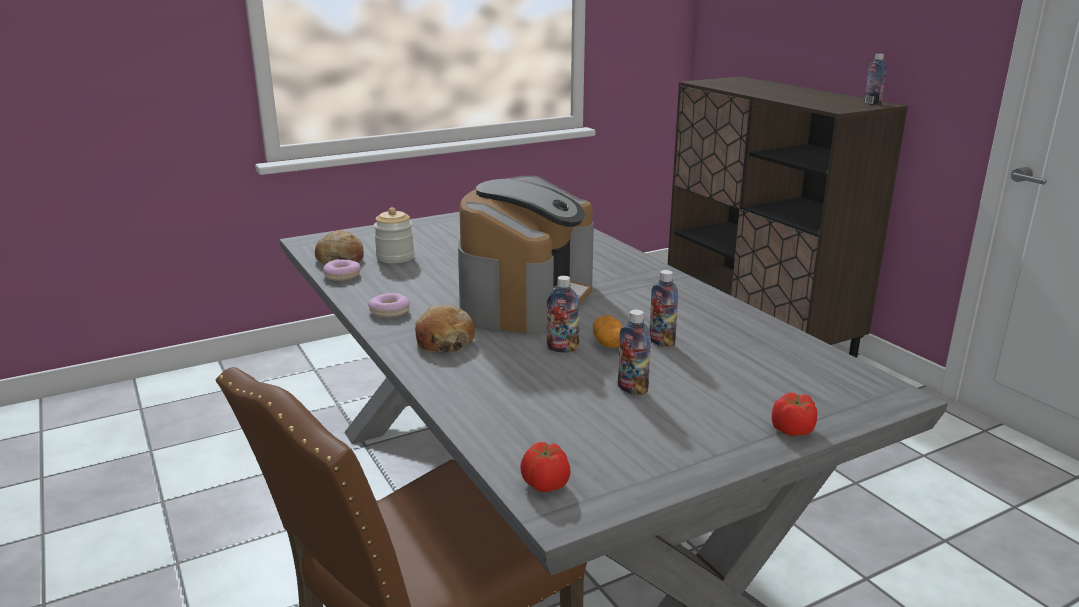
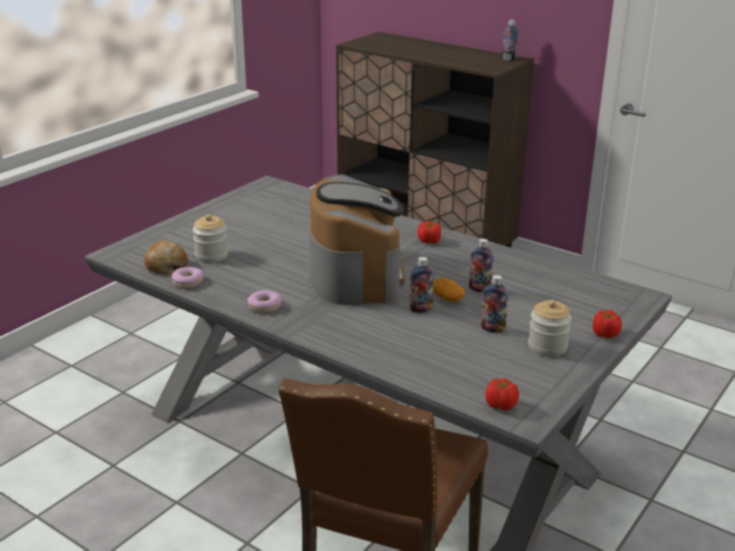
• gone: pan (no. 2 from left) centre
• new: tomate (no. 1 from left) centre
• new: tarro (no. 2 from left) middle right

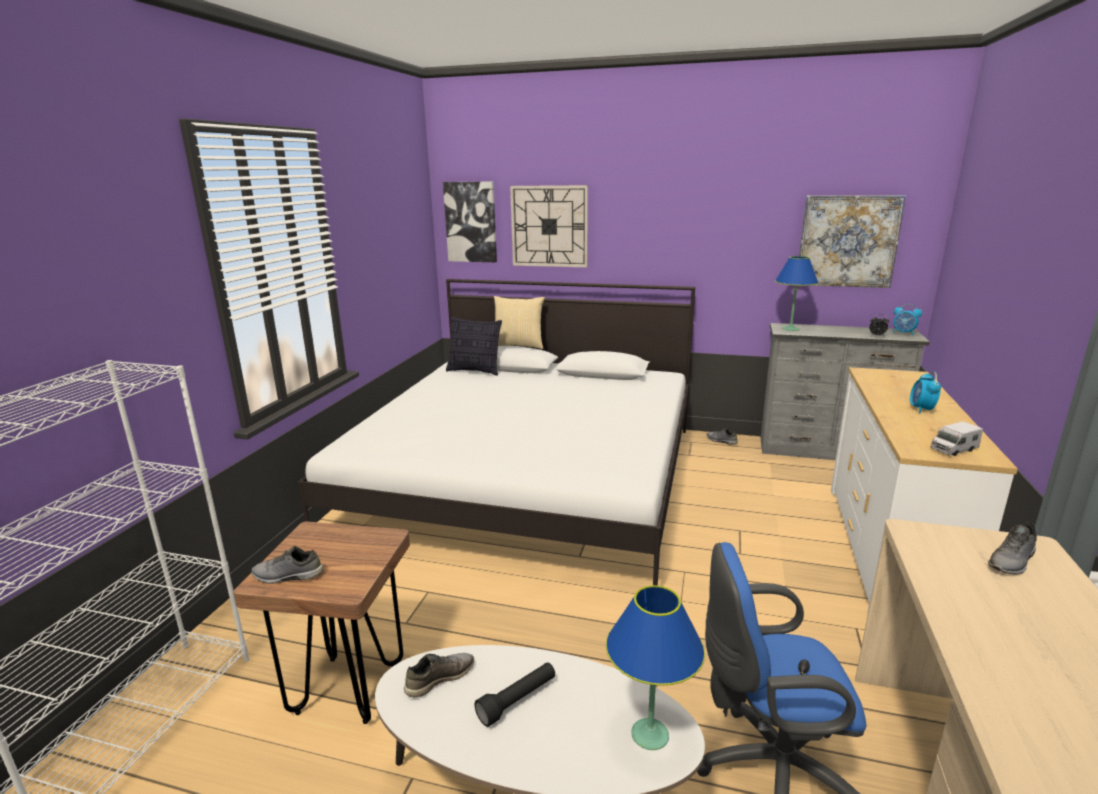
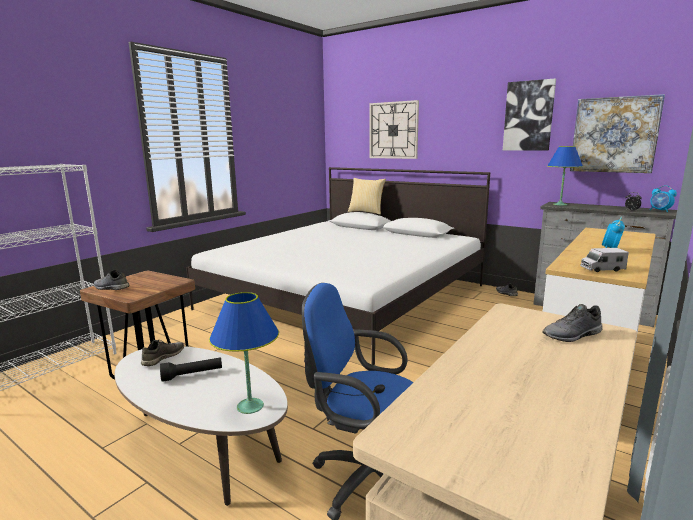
• rotated: zapato/gris (no. 2 from left) bottom centre = bottom left 45 degrees counterclockwise
• shifted: cuadro (no. 1 from left) top centre to top right
• gone: cojín (no. 1 from left) centre

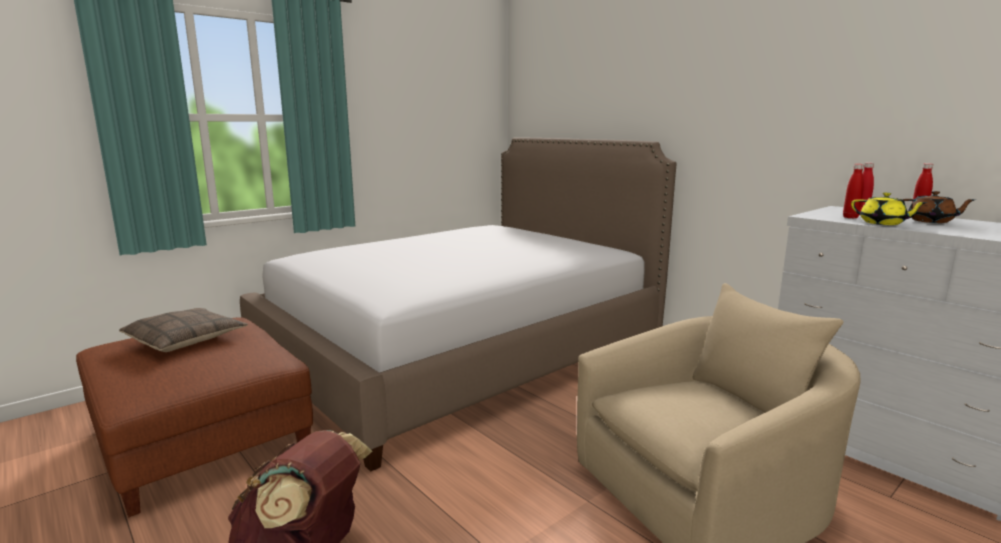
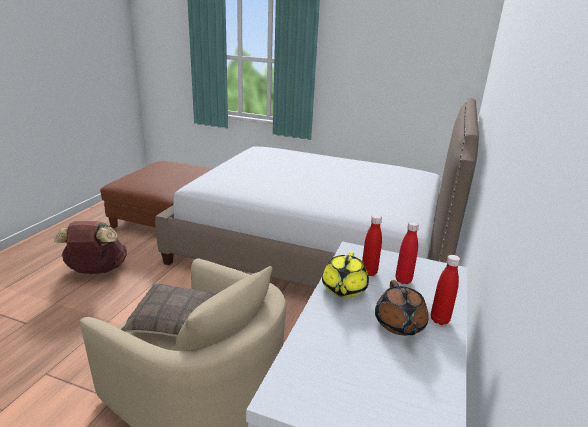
• shifted: cojín middle left to bottom left

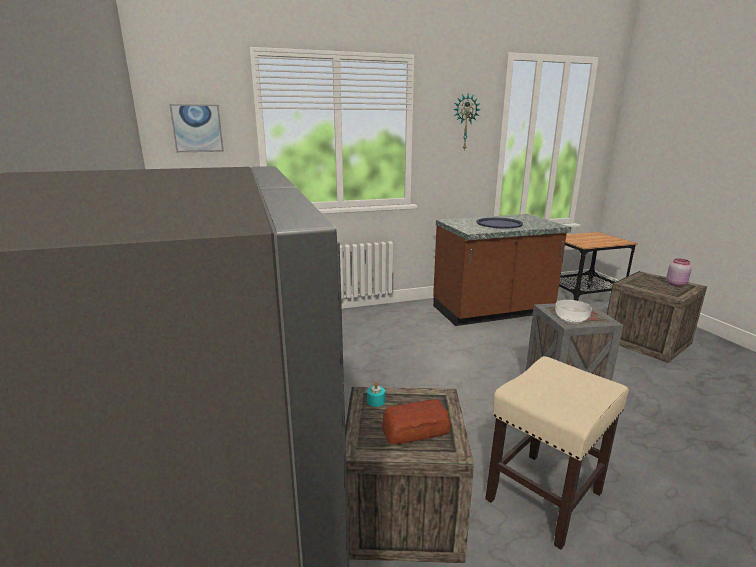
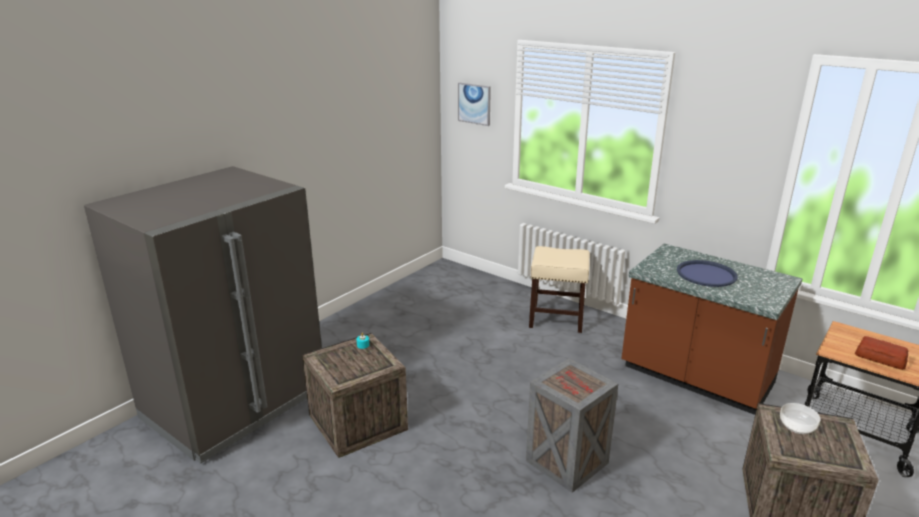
• shifted: pan bottom centre to bottom right
• gone: reloj de pared top centre
• shifted: taburete/beis bottom right to centre
• shifted: cuenco middle right to bottom right
• gone: tarro/rosa middle right

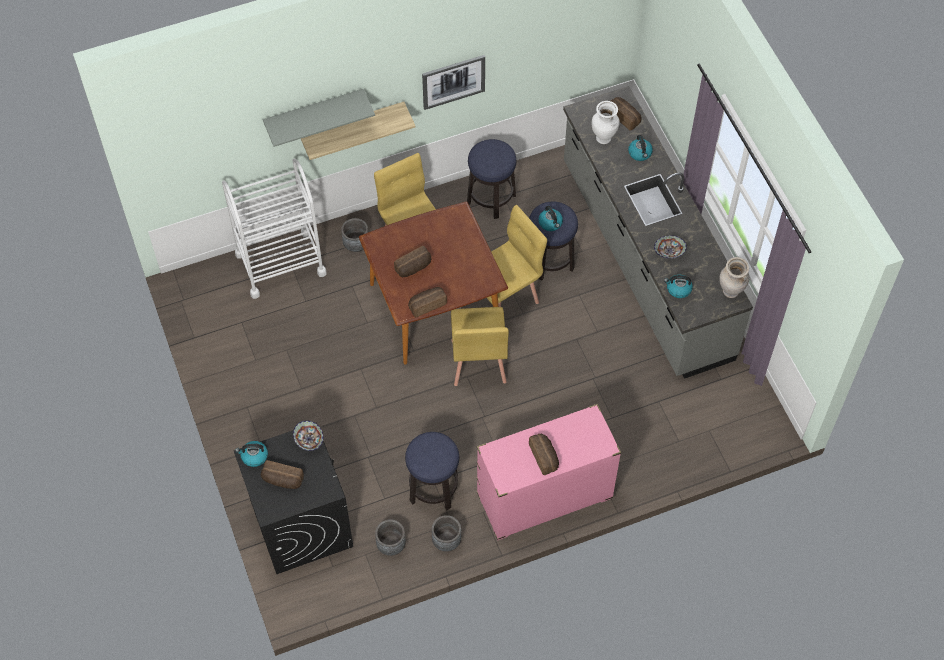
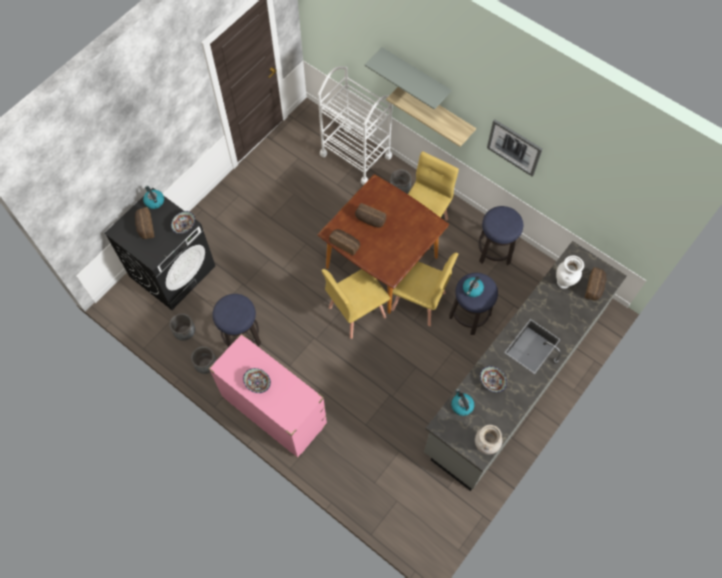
• swapped: pan (no. 4 from left) bottom centre to cuenco (no. 2 from left) centre
• gone: hervidor (no. 3 from left) top right

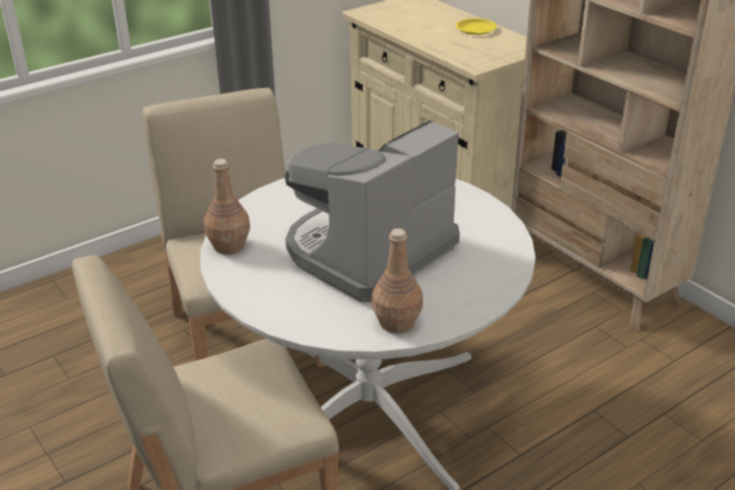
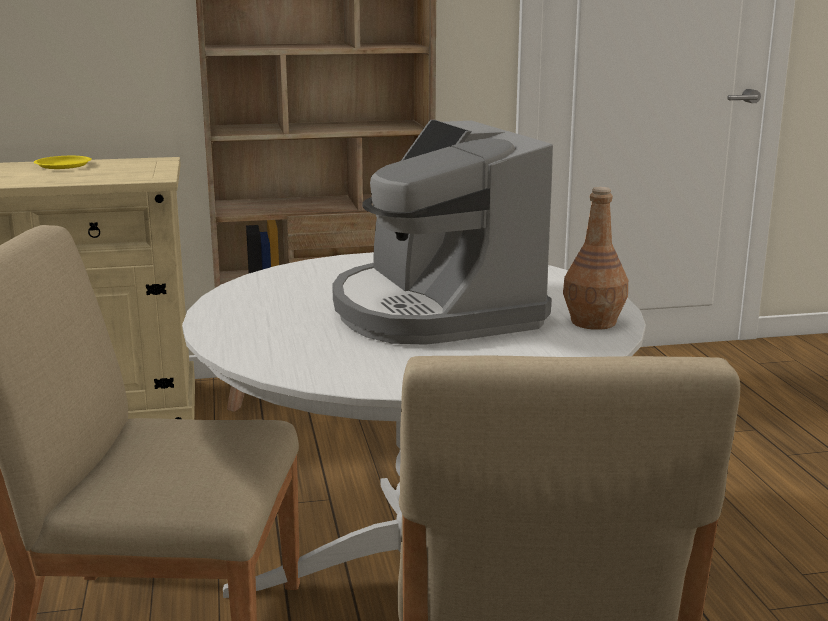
• gone: botella/marrón (no. 1 from left) middle left

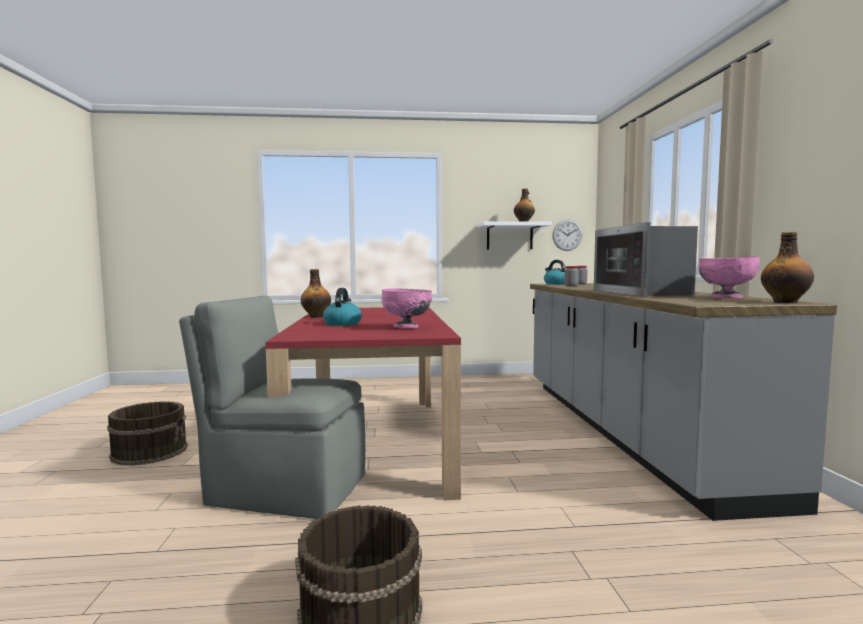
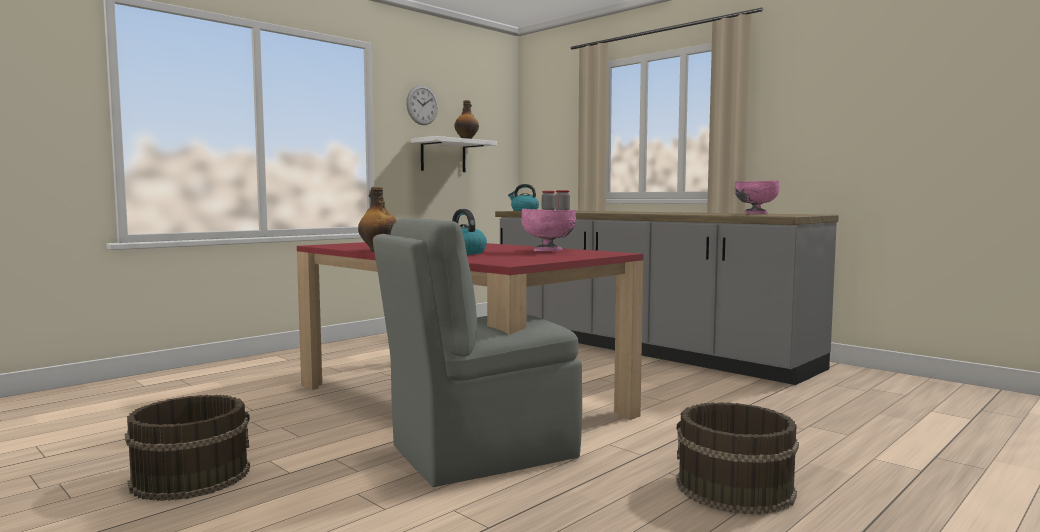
• shifted: reloj de pared centre to top centre
• gone: microondas middle right
• gone: botella (no. 3 from left) middle right

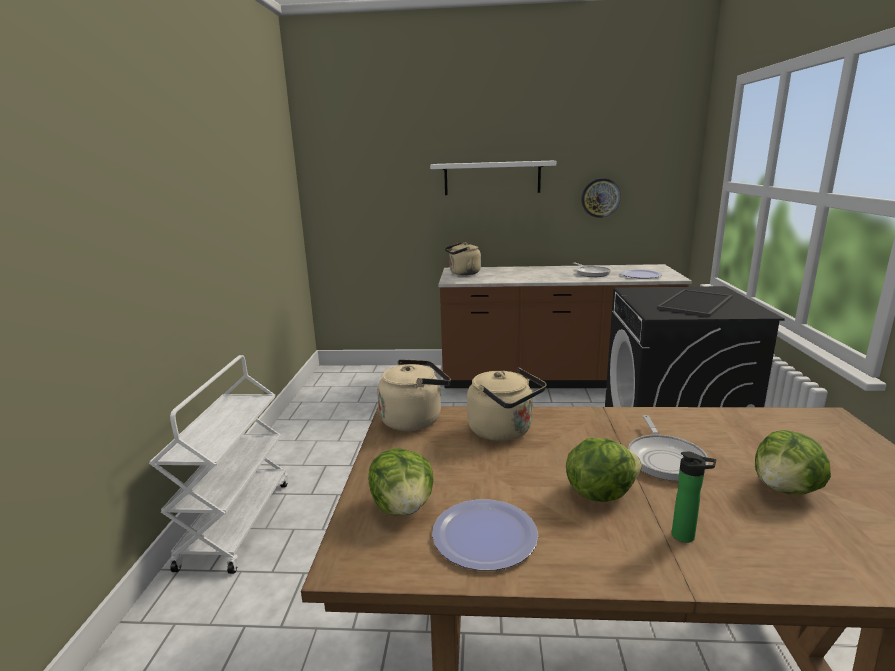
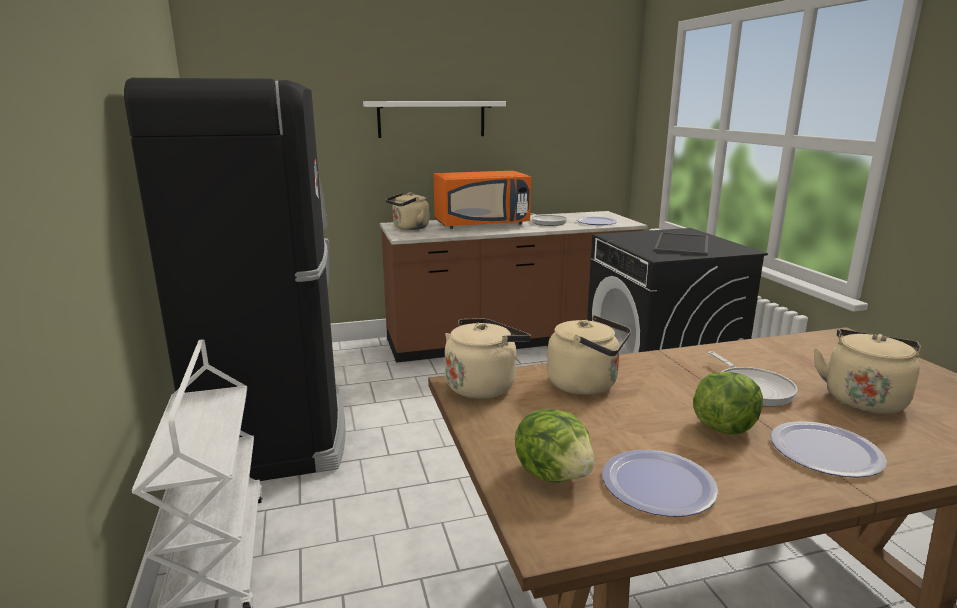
• gone: reloj de pared top right
• swapped: botella bottom right to plato (no. 3 from left) bottom right
• swapped: lechuga (no. 3 from left) bottom right to hervidor/beis (no. 4 from left) middle right
• new: nevera/negro middle left
• new: microondas/naranja top centre

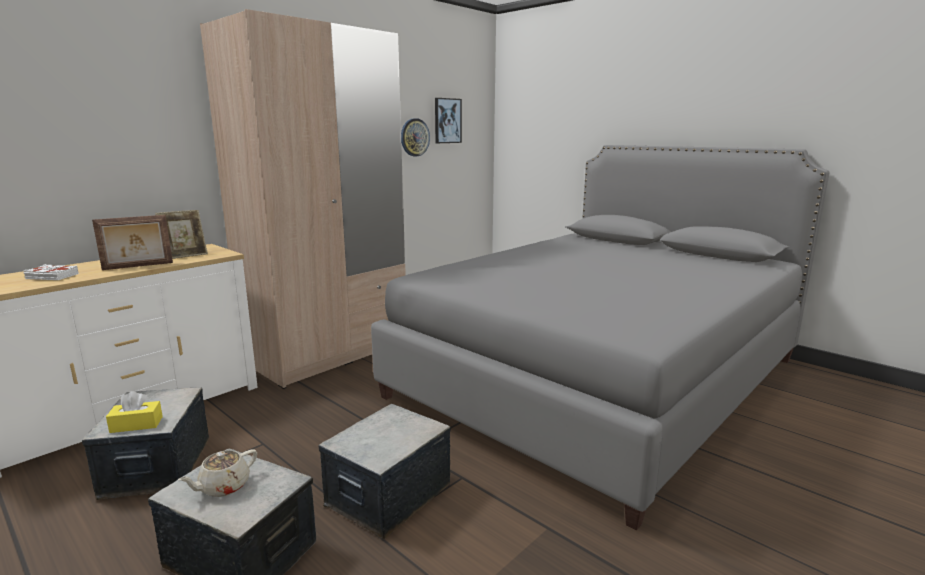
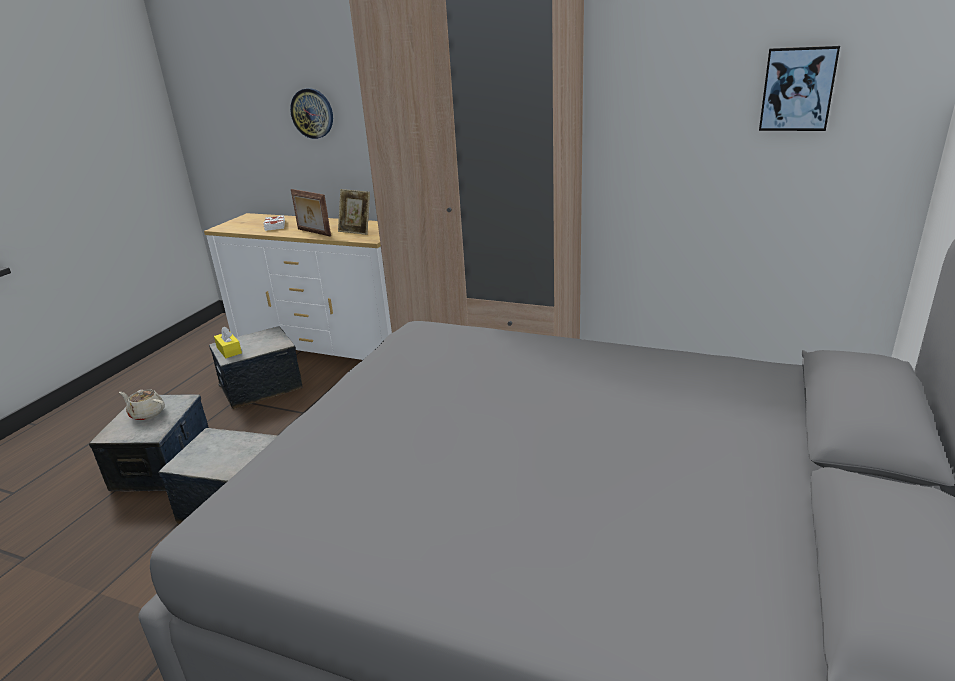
• shifted: reloj de pared top centre to top left

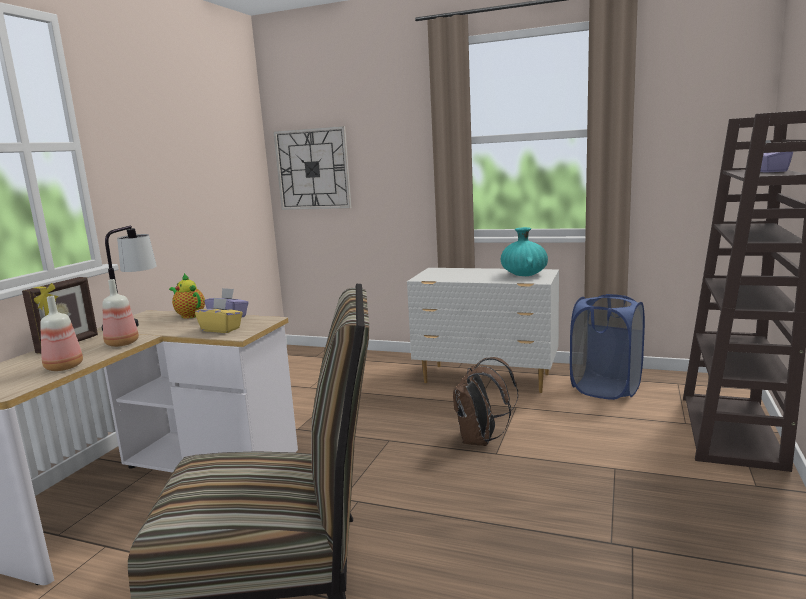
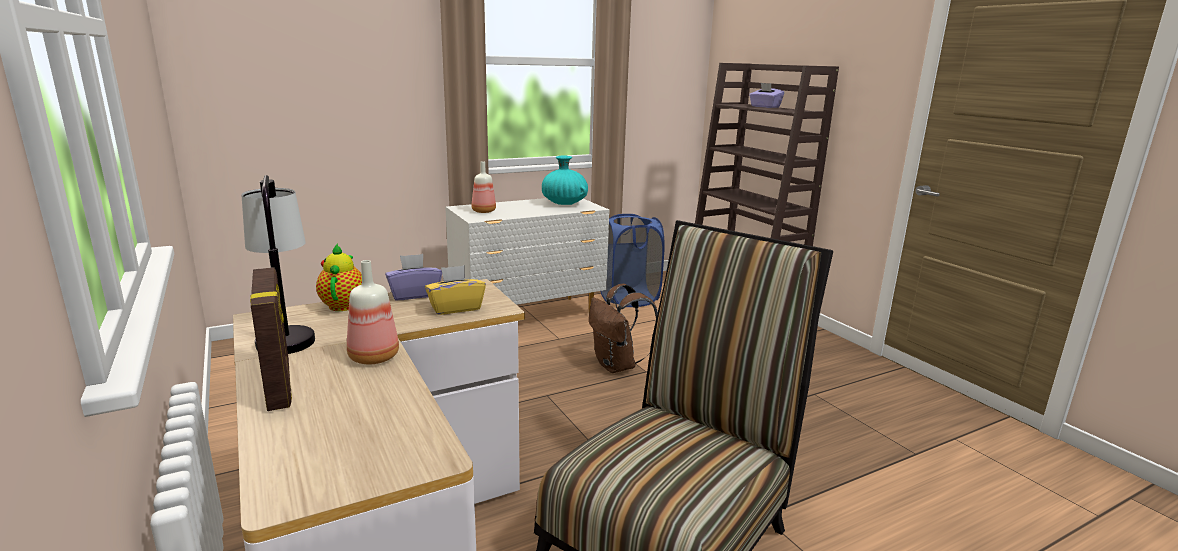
• shifted: botella (no. 1 from left in the first image) middle left to botella (no. 2 from left) centre
• rotated: tetera middle left = middle left 90 degrees clockwise
• gone: reloj de pared top centre

